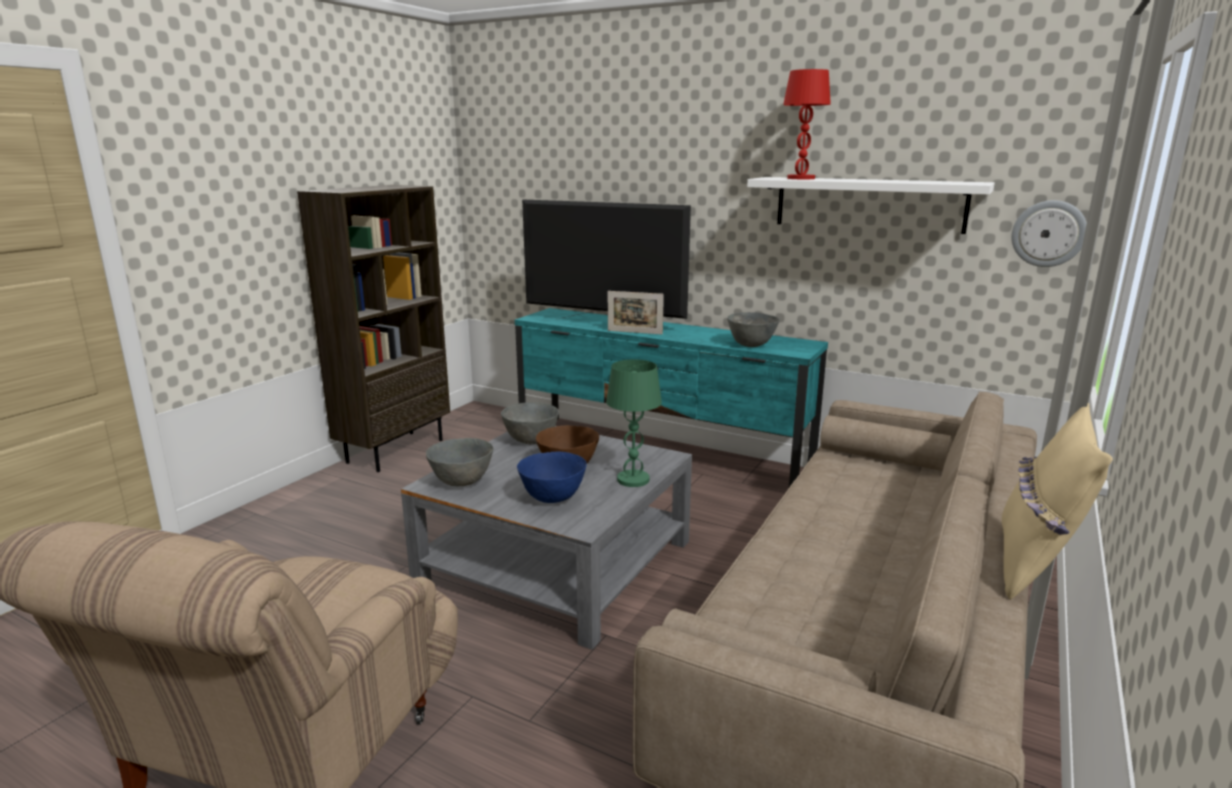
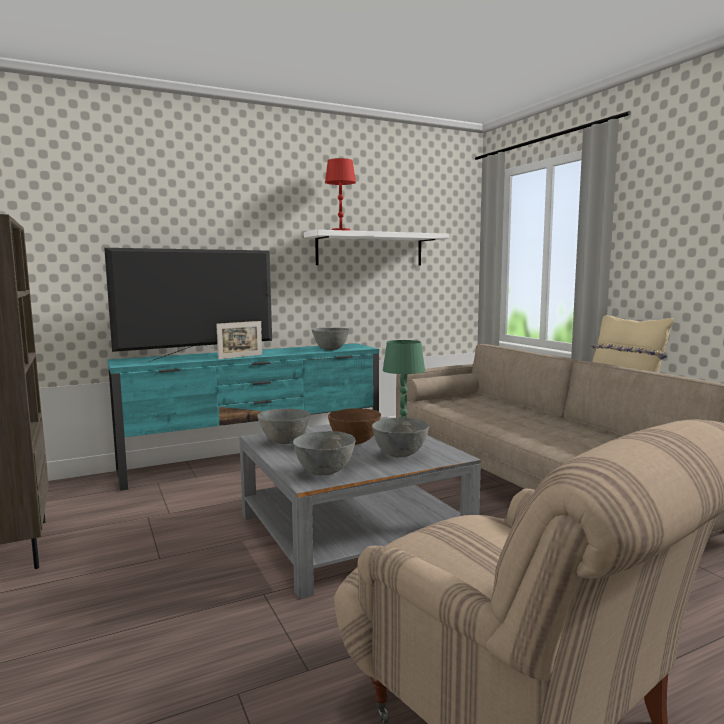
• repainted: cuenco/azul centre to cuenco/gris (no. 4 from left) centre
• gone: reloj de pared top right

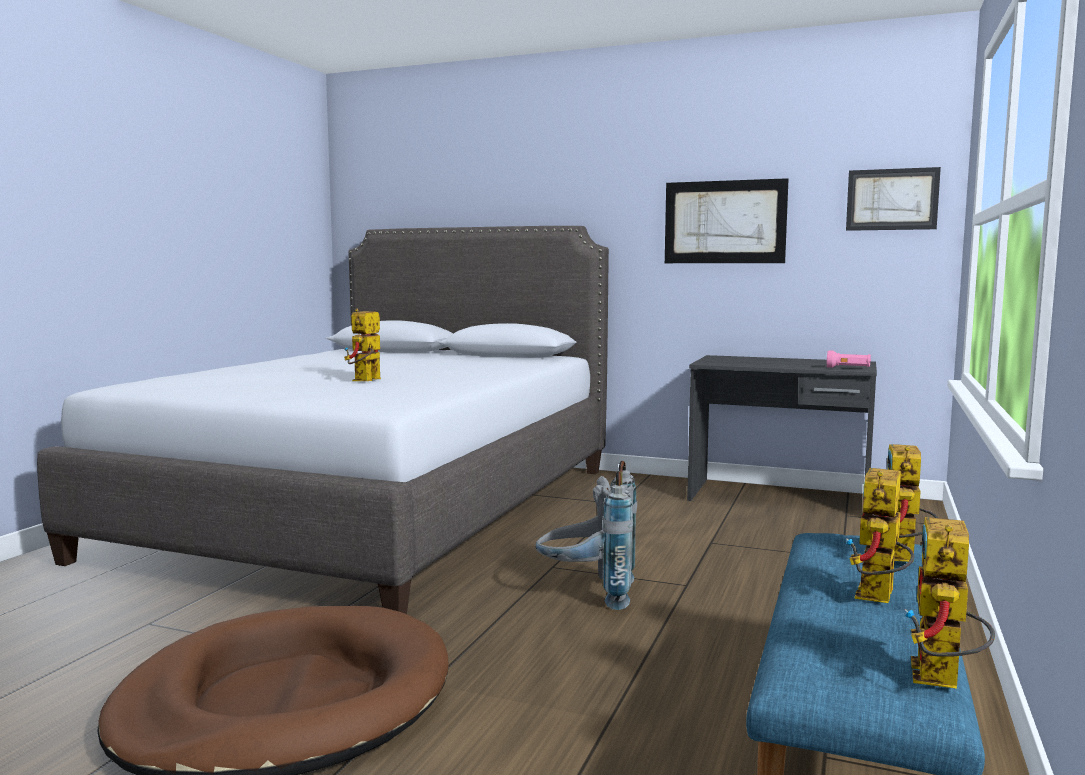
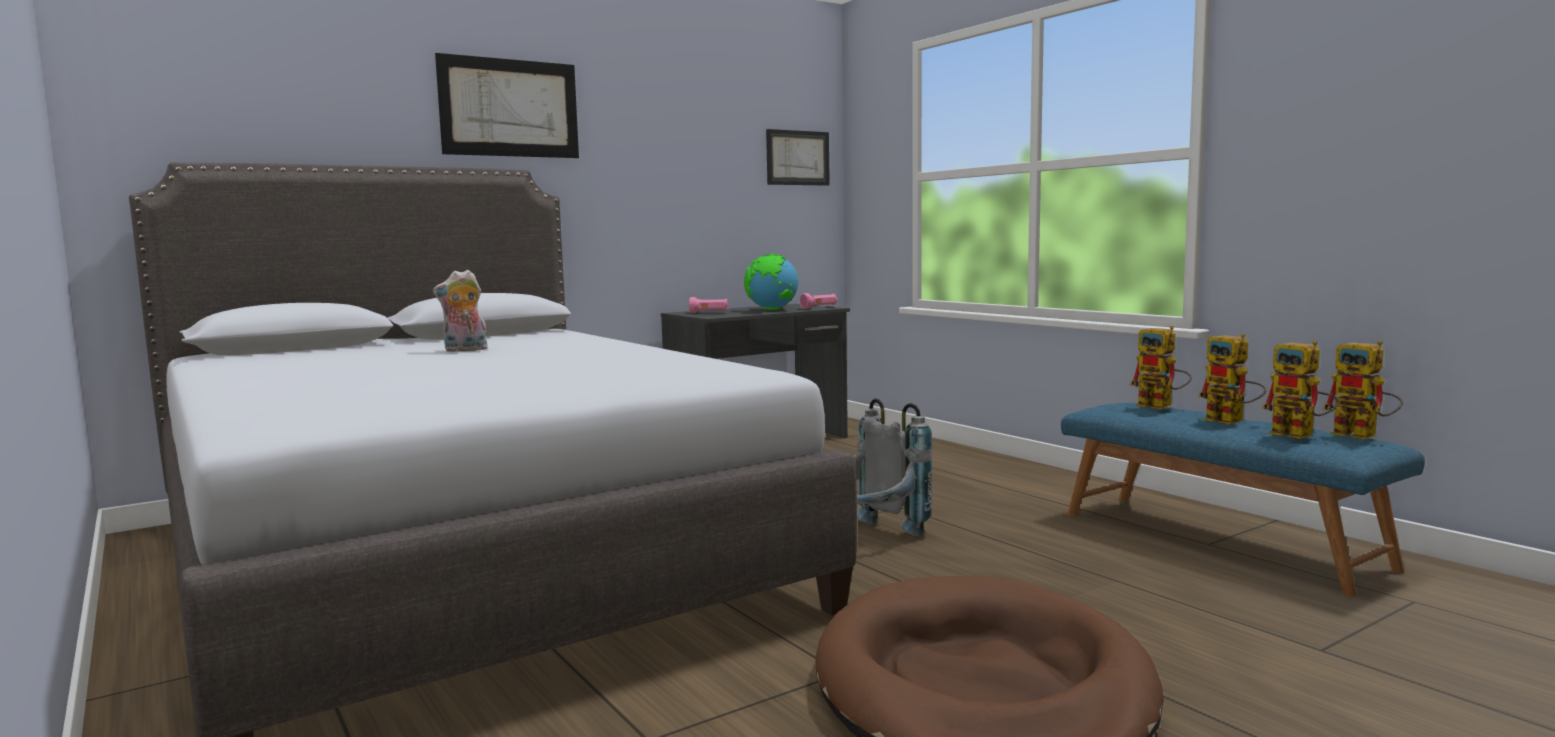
• shifted: robot de juguete (no. 1 from left in the first image) centre to robot de juguete (no. 3 from left) middle right
• shifted: cuadro (no. 1 from left) top right to top left
• new: peluche middle left
• new: linterna/rosa (no. 1 from left) centre
• new: globo terráqueo centre

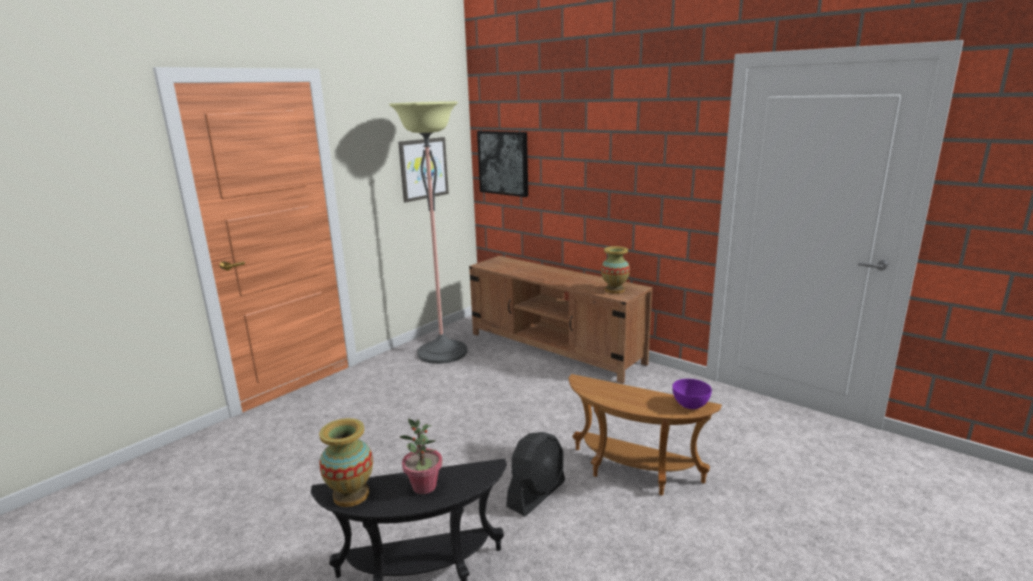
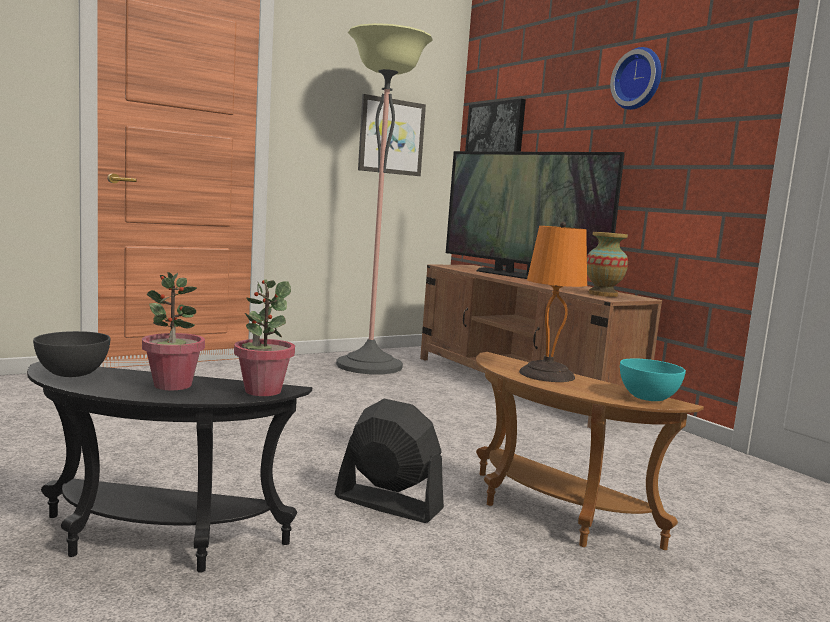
• swapped: florero (no. 1 from left) bottom centre to cuenco/gris middle left
• rotated: ventilador/negro bottom centre = bottom centre 120 degrees counterclockwise
• repainted: cuenco/morado bottom right to cuenco/turquesa middle right
• new: planta en maceta (no. 2 from left) middle left
• new: televisor centre
• new: lámpara de mesa/naranja centre
• new: reloj de pared top right

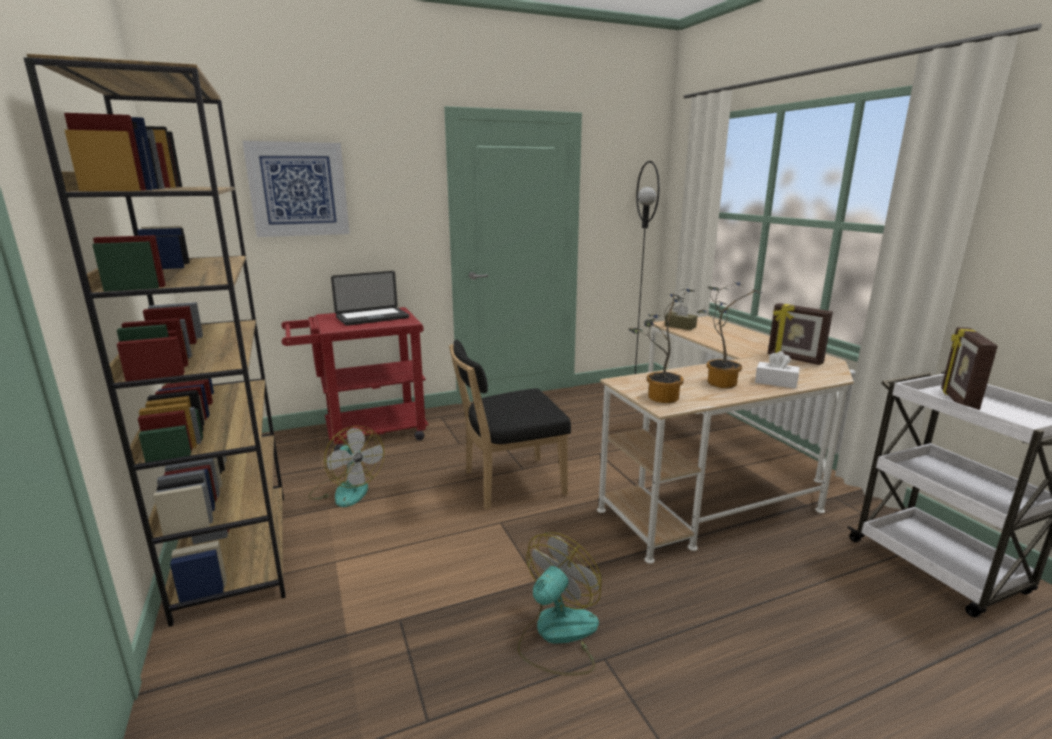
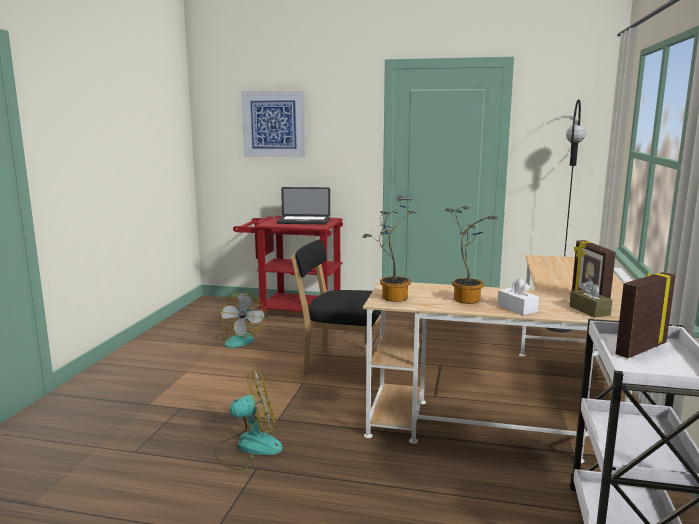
• gone: estantería/marrón middle left
• shifted: caja de pañuelos/marrón centre to middle right

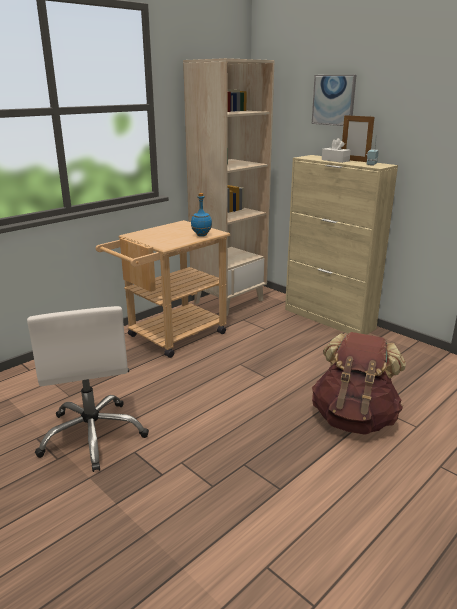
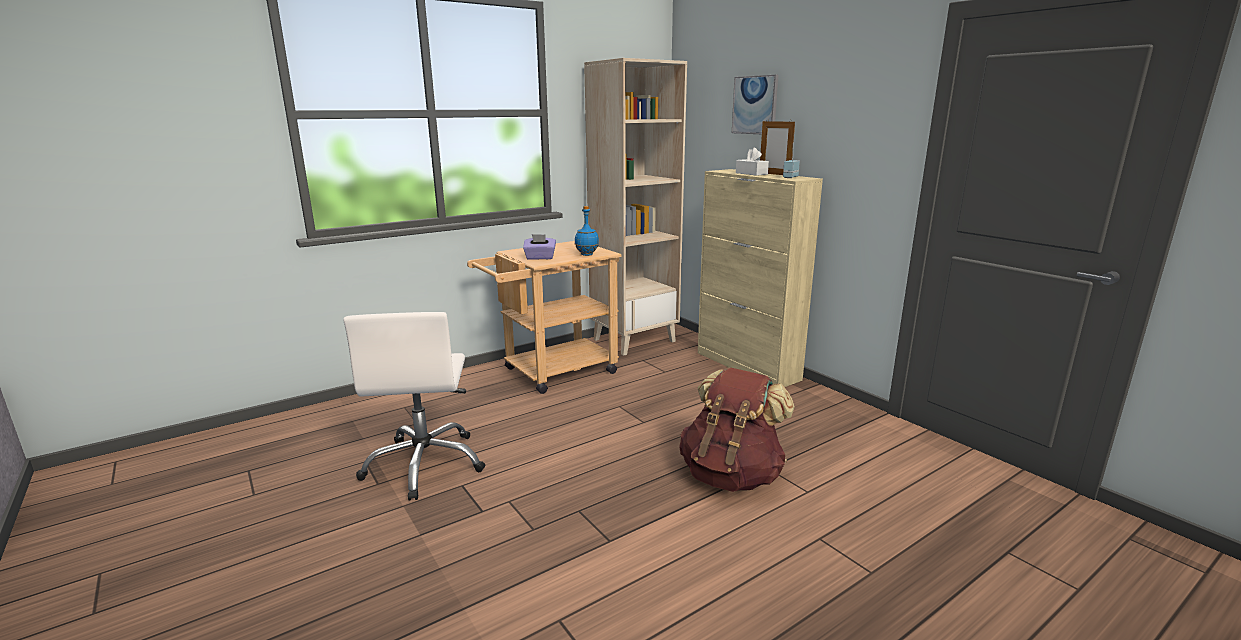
• new: caja de pañuelos/morado centre

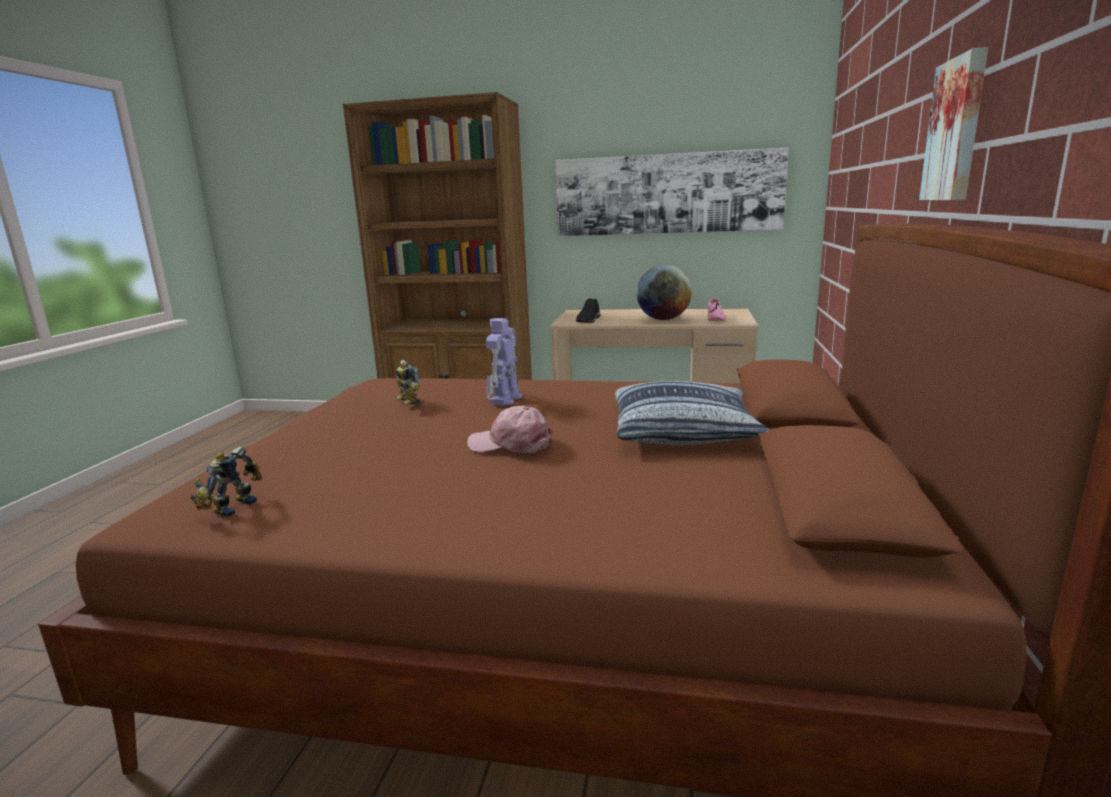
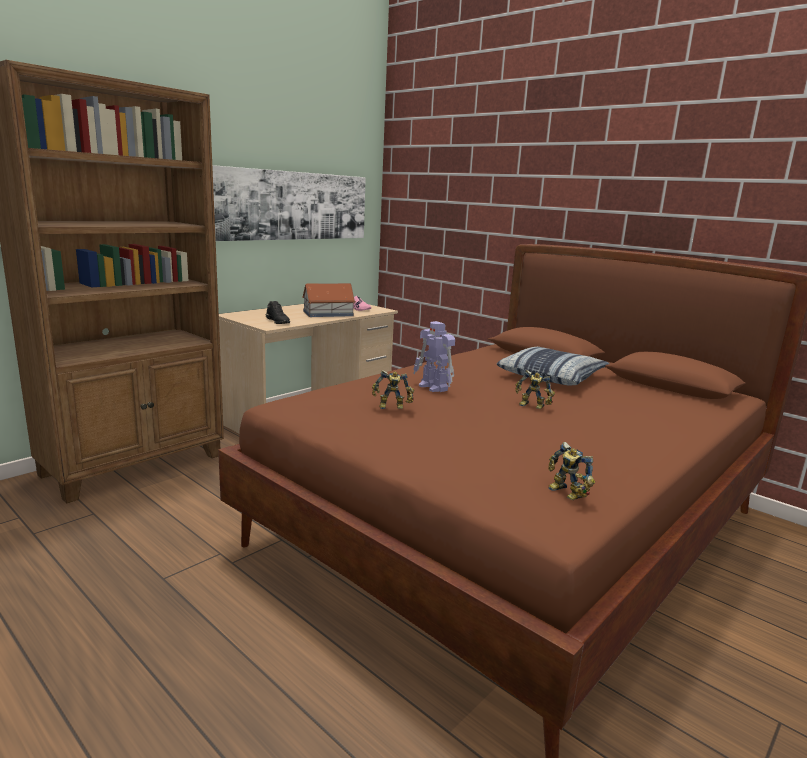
• swapped: gorra/rosa centre to robot de juguete (no. 3 from left) centre
• swapped: globo terráqueo centre to casita centre
• gone: cuadro (no. 2 from left) top right

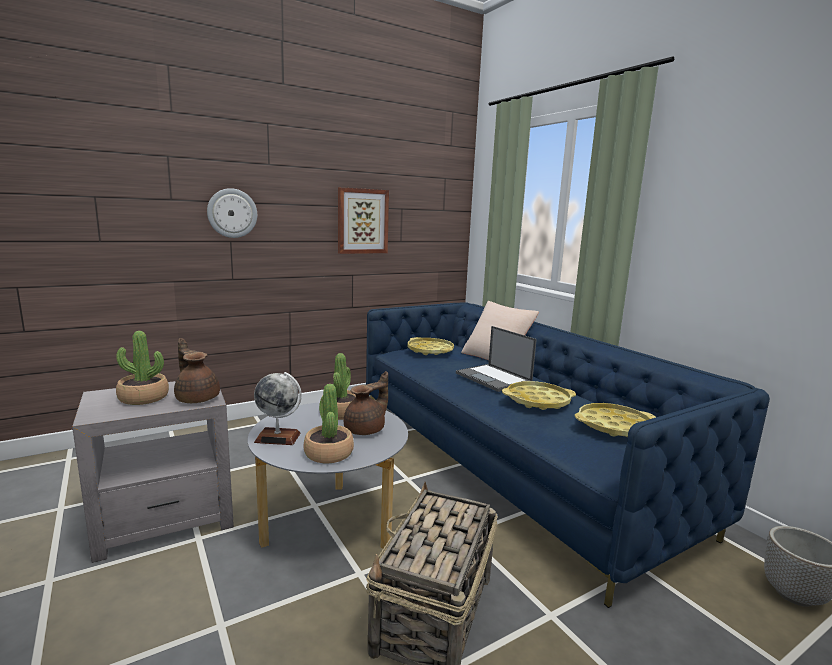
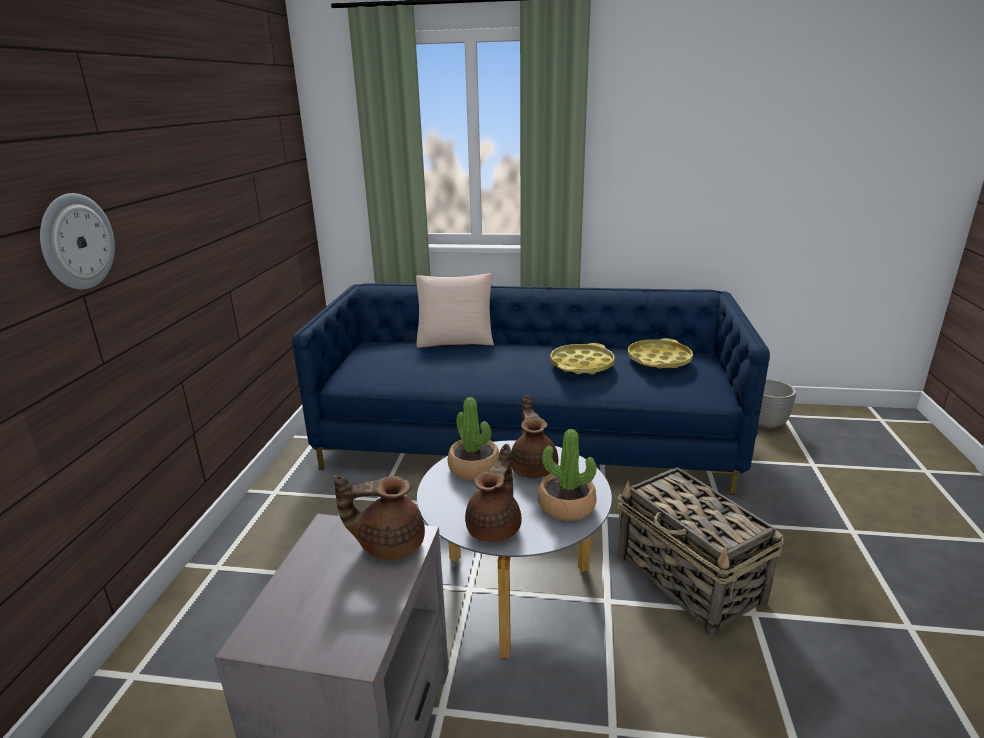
• gone: planta en maceta (no. 1 from left) middle left
• swapped: globo terráqueo centre to tetera/marrón (no. 2 from left) bottom centre
• gone: cuadro top centre
• gone: bandeja/amarillo (no. 1 from left) centre
• gone: portátil centre

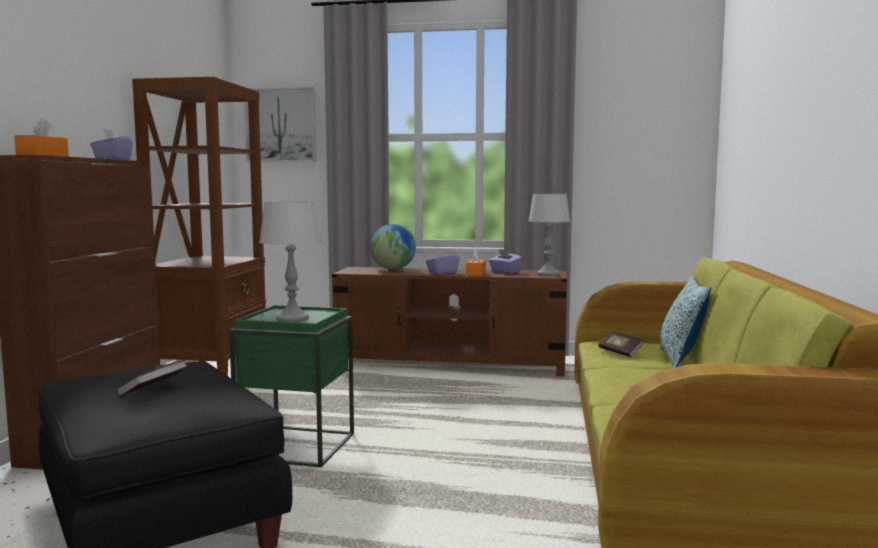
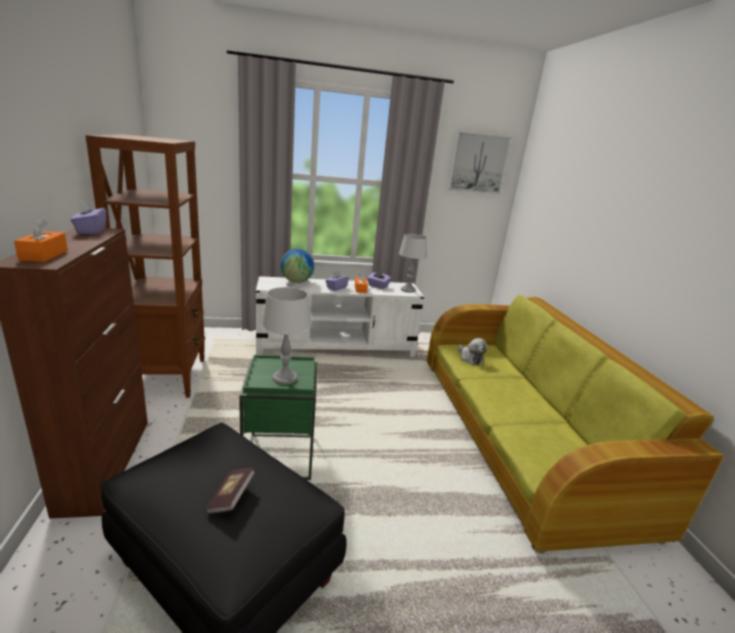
• shifted: cuadro top left to top centre
• repainted: mueble de televisión/marrón centre to mueble de televisión/blanco centre
• swapped: libro (no. 2 from left) middle right to peluche centre
• gone: cojín middle right

